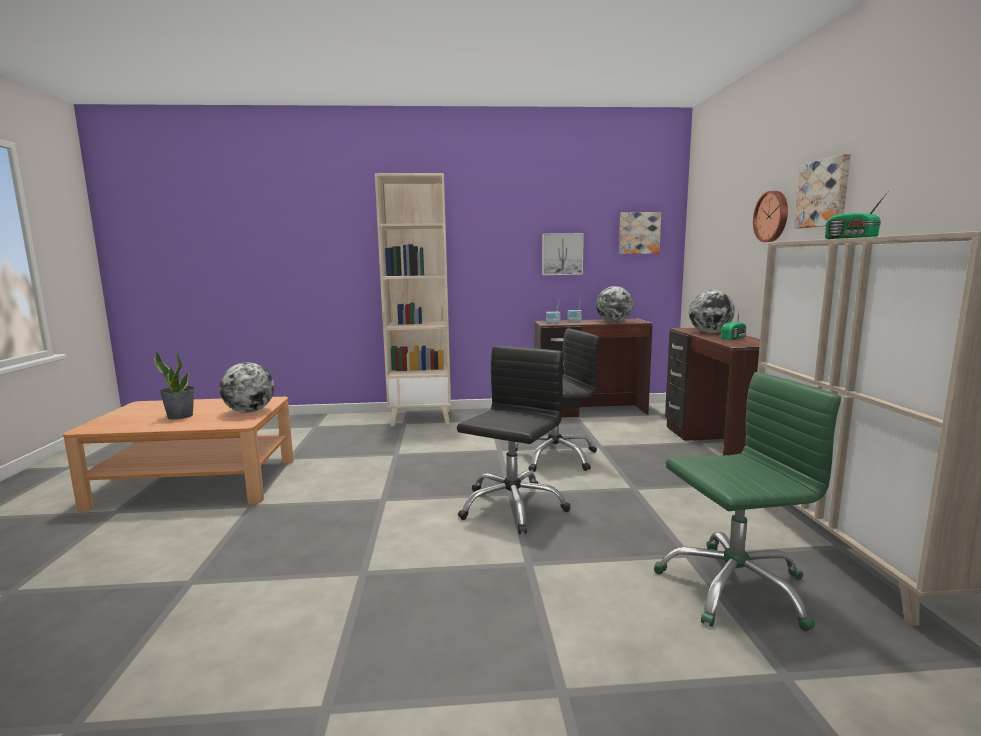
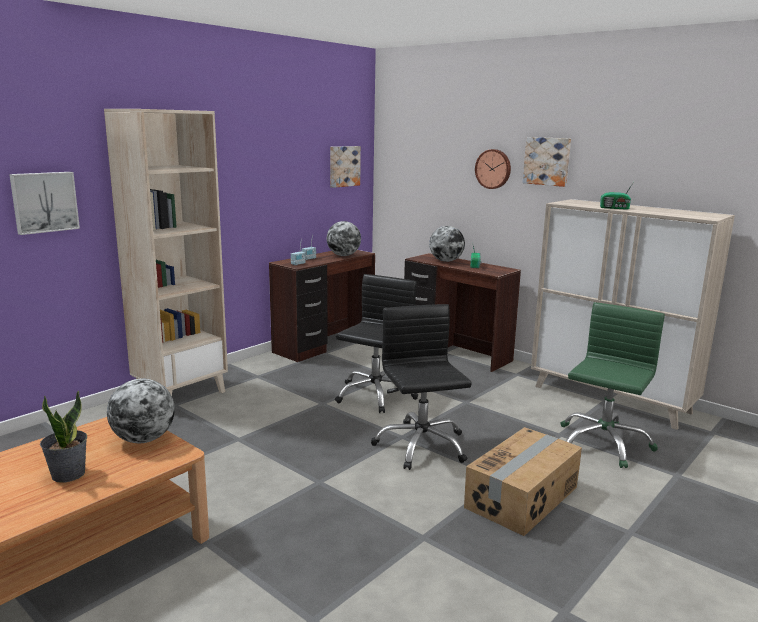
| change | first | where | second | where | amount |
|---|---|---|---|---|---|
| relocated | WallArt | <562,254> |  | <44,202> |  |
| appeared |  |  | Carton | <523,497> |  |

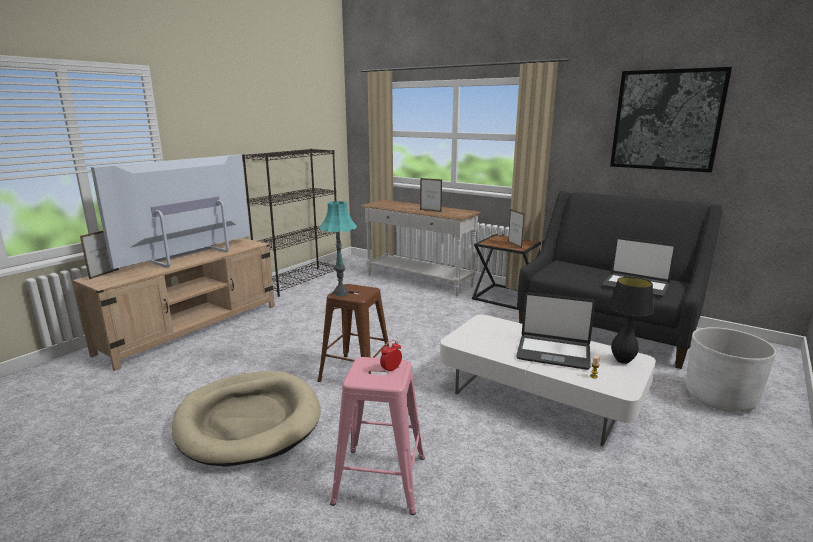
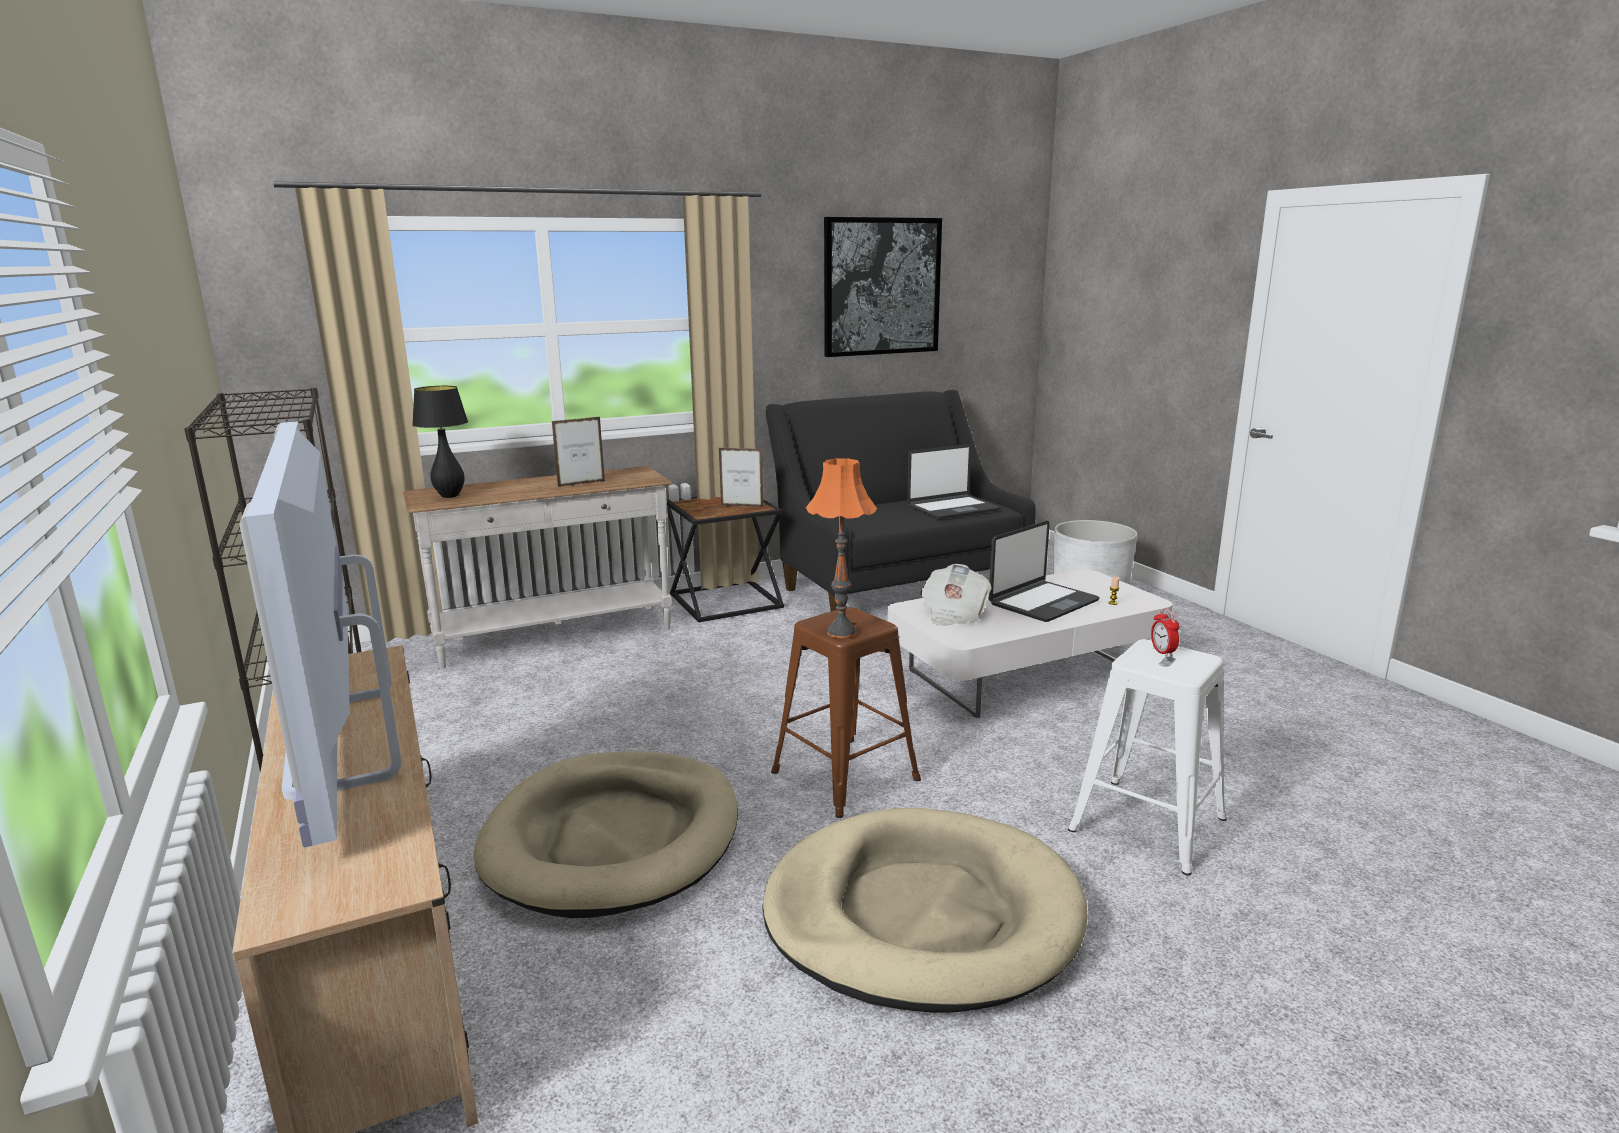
| change | first | where | second | where | amount |
|---|---|---|---|---|---|
| relocated | BlackishLampForATable | <622,361> |  | <450,496> |  |
| appeared |  |  | BeigeDogCushion | <614,838> |  |
| colour | BlueGreenLampForATable | <340,293> | OrangeyLampForATable | <840,632> |  |
| appeared |  |  | DailyPaper | <953,614> |  |
| colour | PinkishStoolSeat | <381,478> | WhitishStoolSeat | <1146,822> |  |
| missing | StandingFrame | <104,274> |  |  |  |

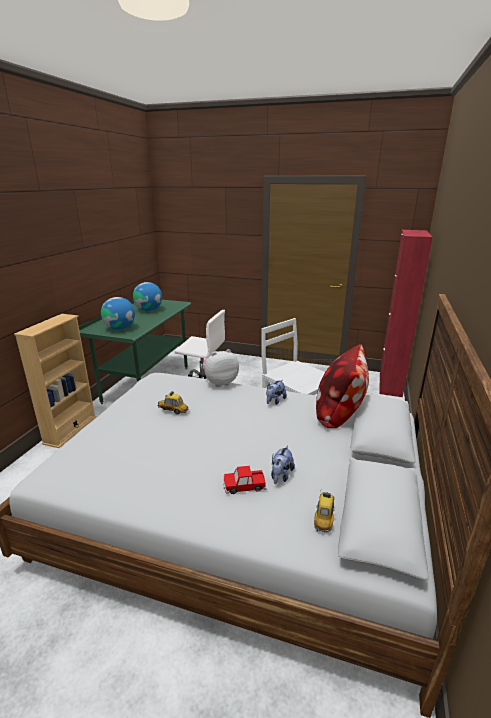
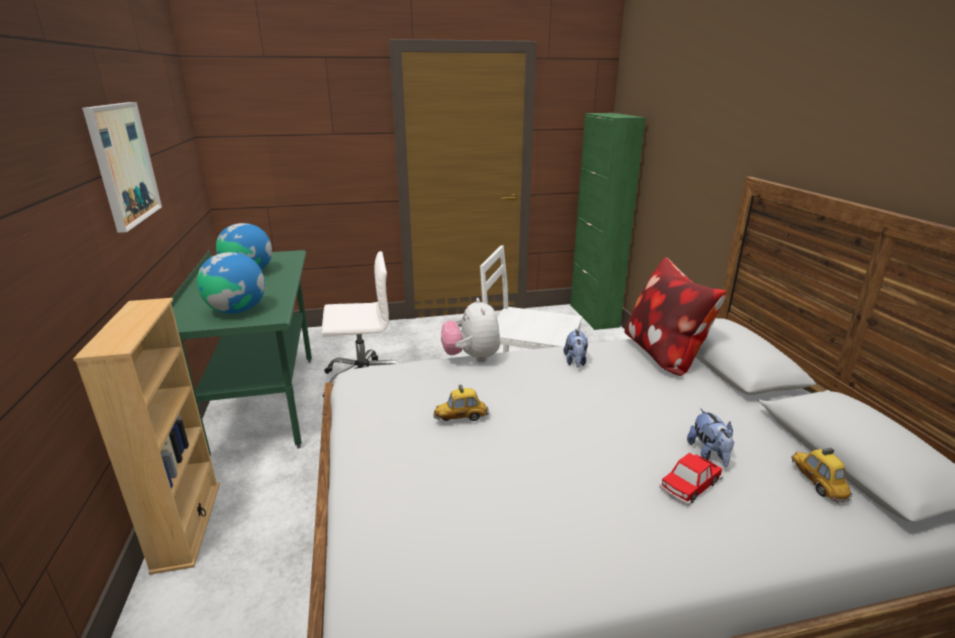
| change | first | where | second | where | amount |
|---|---|---|---|---|---|
| appeared |  |  | WallArt | <123,164> |  |
| spun | SoftToy | <220,382> |  | <471,358> | 45 degrees counterclockwise |
| colour | ReddishStorageCabinet | <390,384> | GreenColouredStorageCabinet | <593,316> |  |

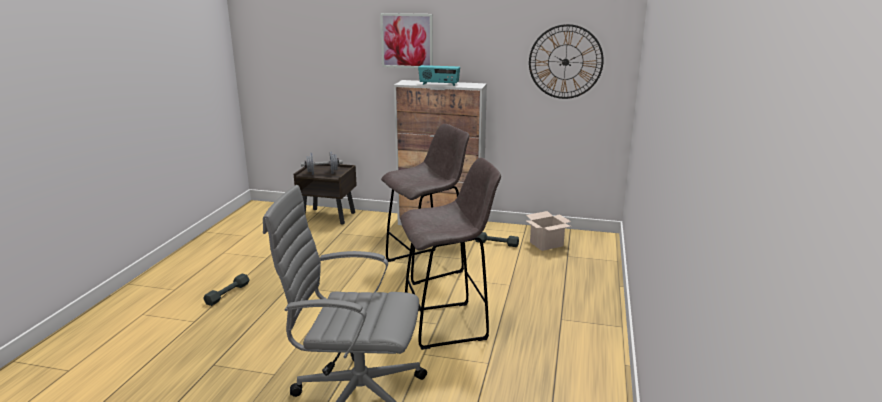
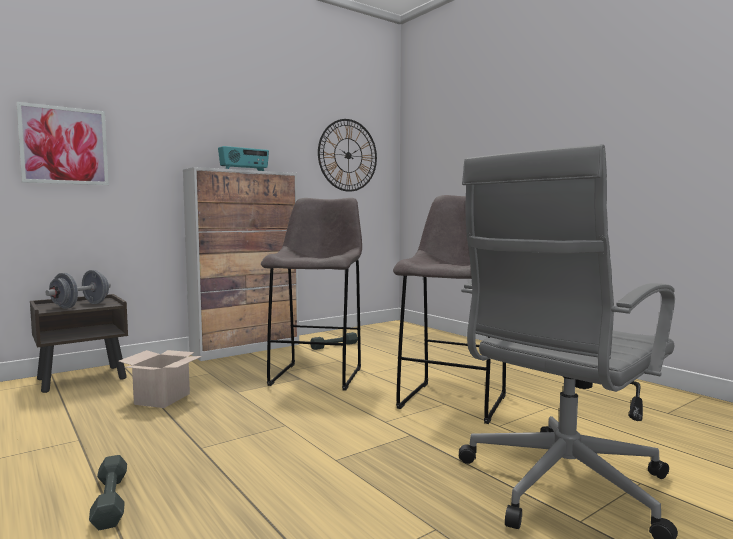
| change | first | where | second | where | amount |
|---|---|---|---|---|---|
| relocated | WallArt | <407,41> |  | <64,145> |  |
| relocated | Carton | <546,244> |  | <162,399> |  |

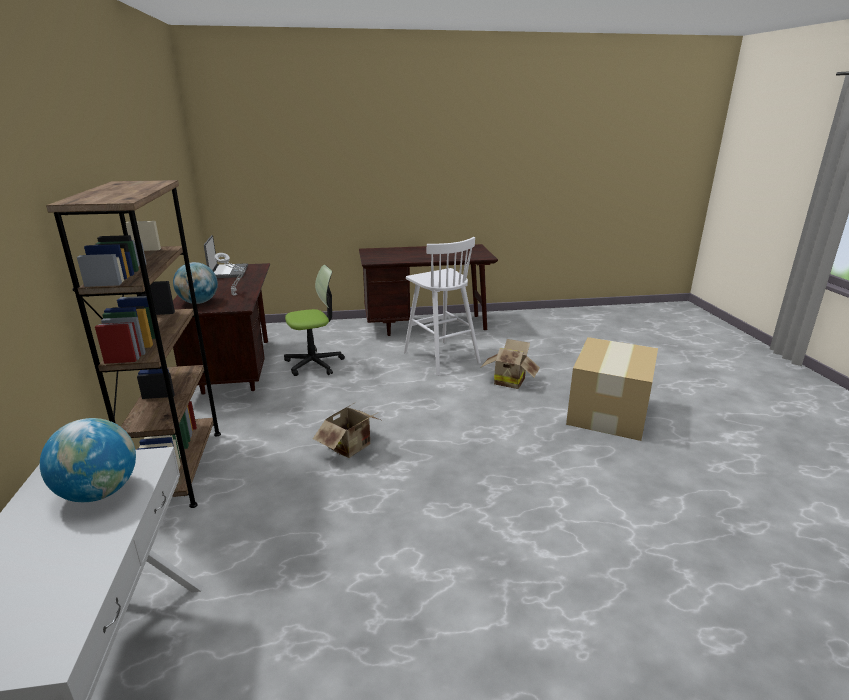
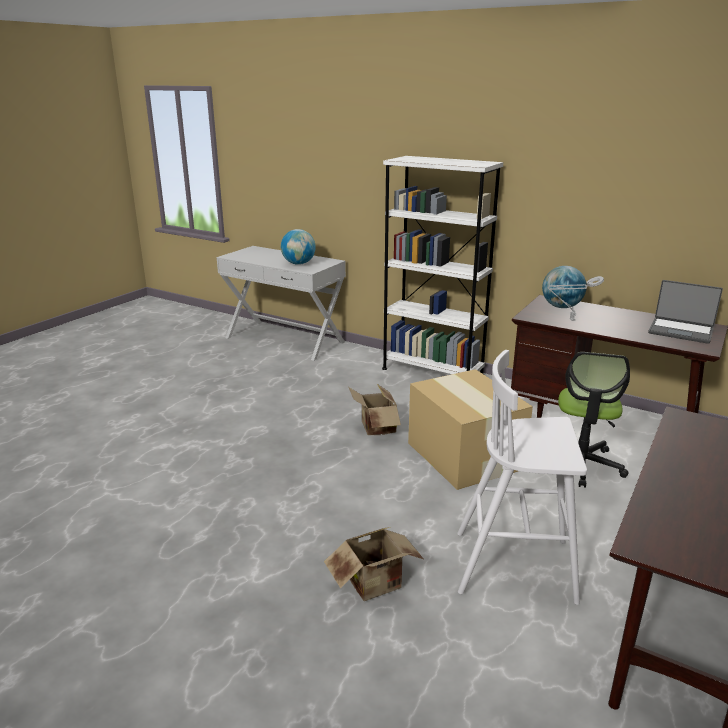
| change | first | where | second | where | amount |
|---|---|---|---|---|---|
| colour | BrownBookcase | <181,468> | WhitishBookcase | <432,372> |  |
| relocated | Carton | <607,413> |  | <464,454> |  |

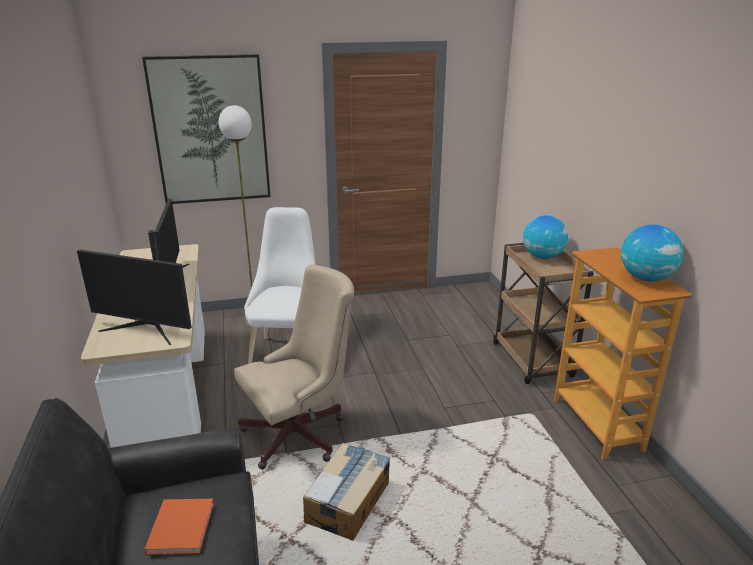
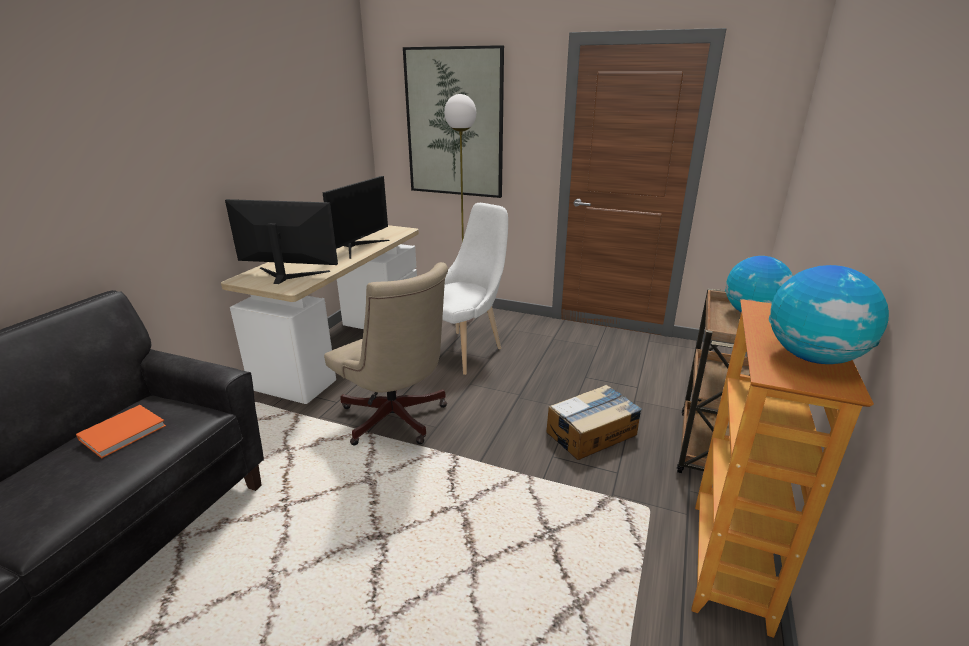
| change | first | where | second | where | amount |
|---|---|---|---|---|---|
| spun | ComputerDisplay | <145,329> |  | <287,275> | 135 degrees clockwise |
| spun | BeigeOfficeChair | <301,433> |  | <396,421> | 45 degrees clockwise |
| relocated | Carton | <348,502> |  | <592,433> |  |

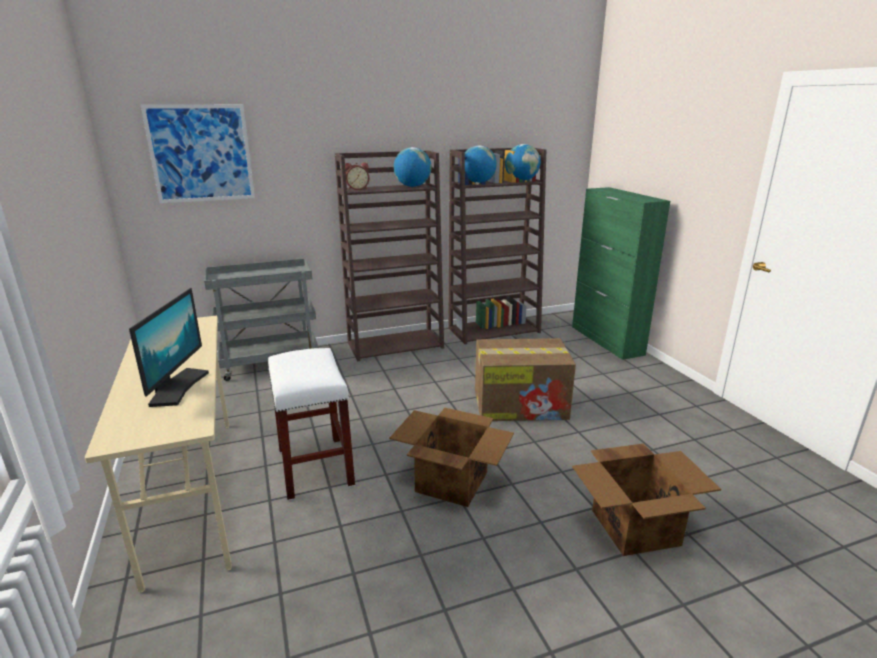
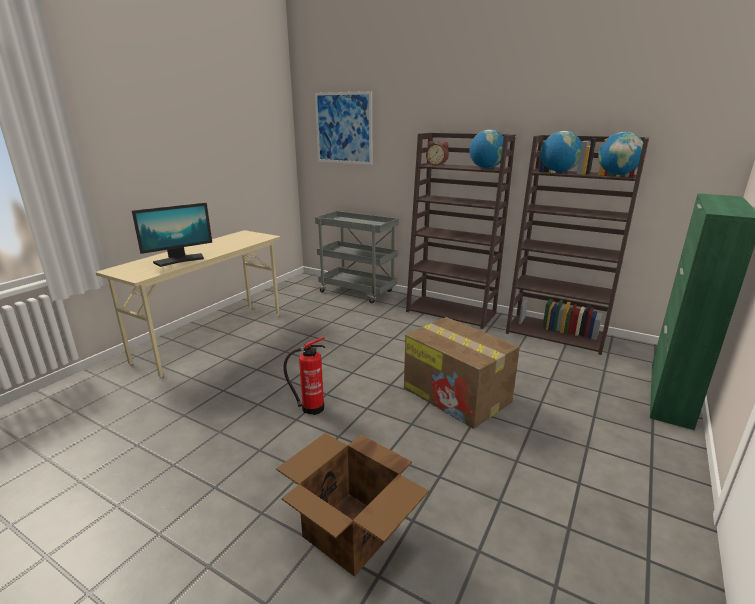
| change | first | where | second | where | amount |
|---|---|---|---|---|---|
| exchanged | Carton | <451,481> | FireFightingCylinder | <310,408> |  |
| missing | WhitishStoolSeat | <316,467> |  |  |  |

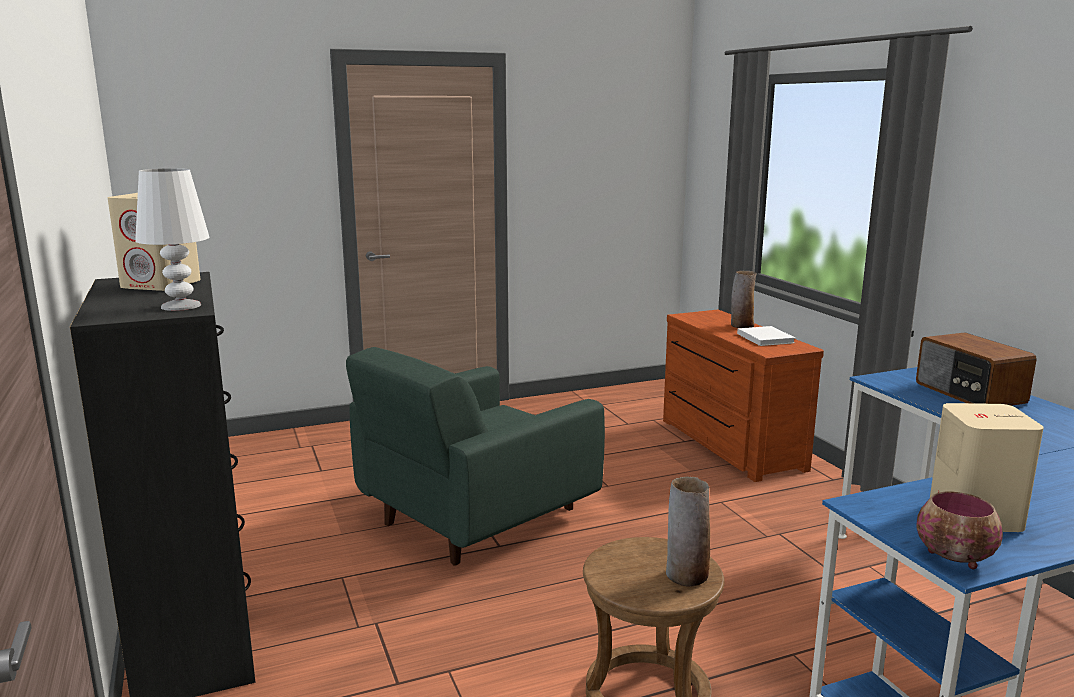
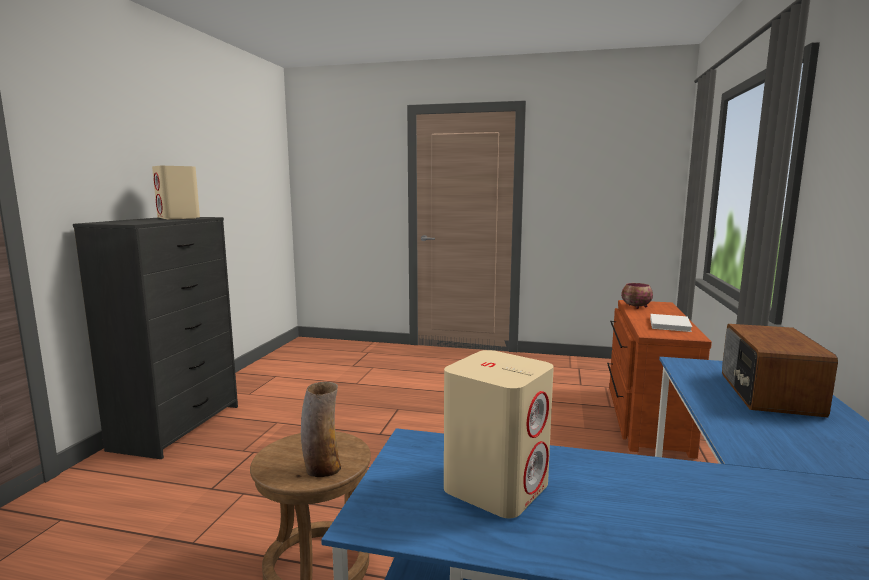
| change | first | where | second | where | amount |
|---|---|---|---|---|---|
| relocated | ServingBowl | <956,558> |  | <636,307> |  |
| missing | WhitishLampForATable | <180,306> |  |  |  |
| missing | GreenColouredEasyChair | <474,518> |  |  |  |
| missing | DecorativeVase | <741,326> |  |  |  |

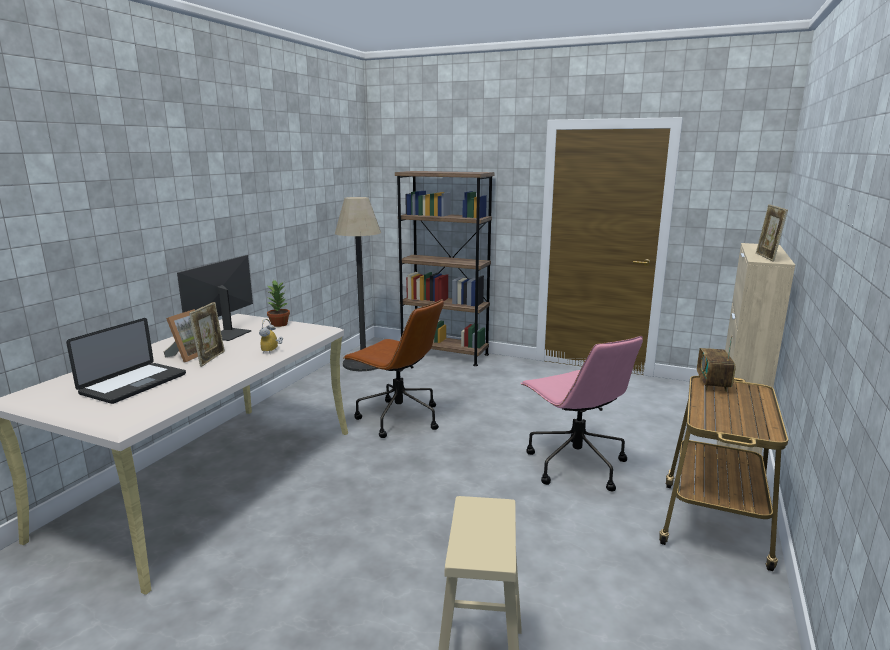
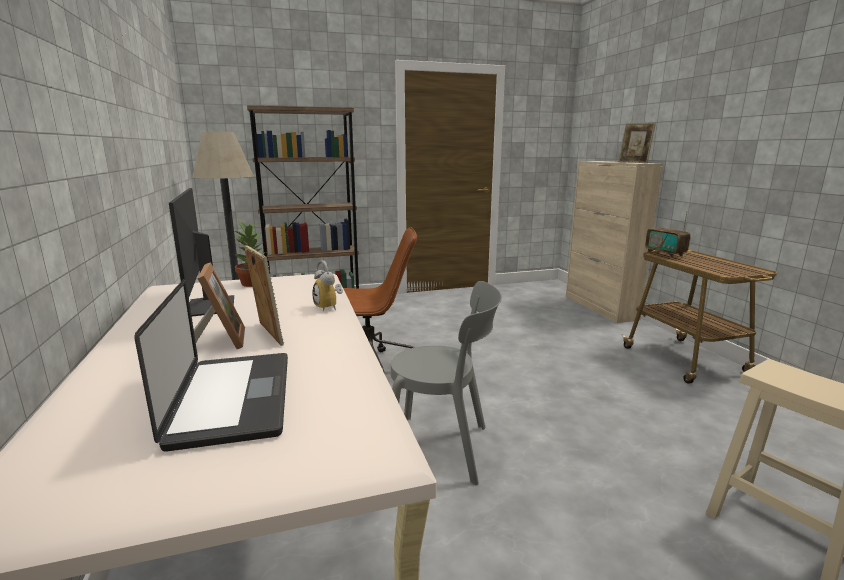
| change | first | where | second | where | amount |
|---|---|---|---|---|---|
| appeared |  |  | GreyishUprightChair | <443,448> |  |
| missing | PinkishOfficeChair | <574,464> |  |  |  |

